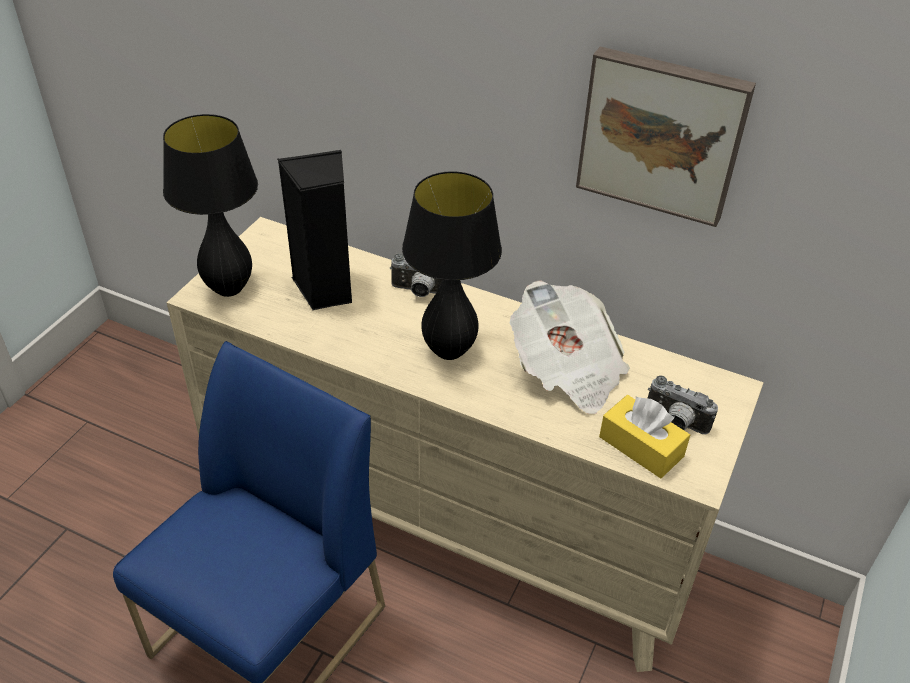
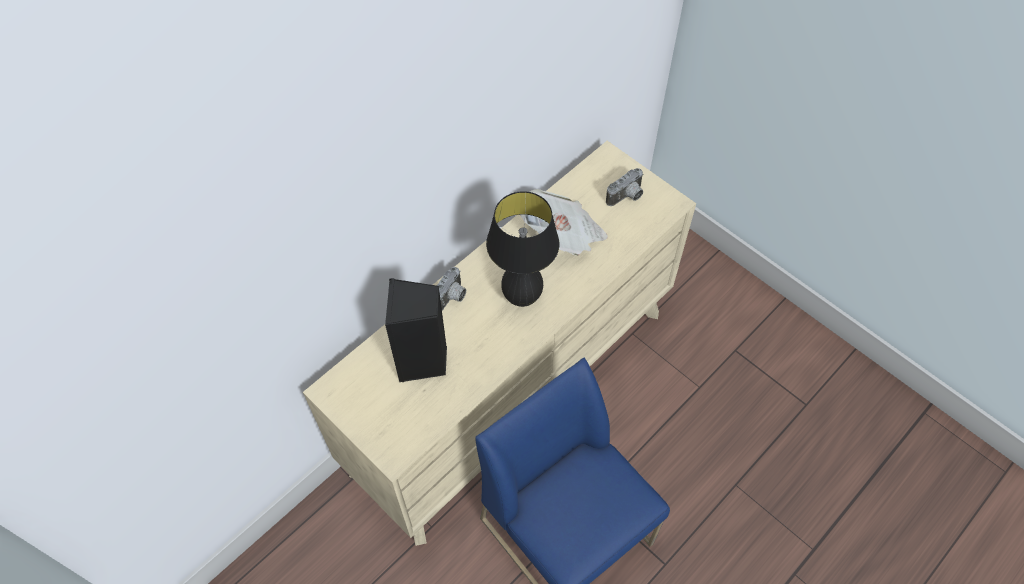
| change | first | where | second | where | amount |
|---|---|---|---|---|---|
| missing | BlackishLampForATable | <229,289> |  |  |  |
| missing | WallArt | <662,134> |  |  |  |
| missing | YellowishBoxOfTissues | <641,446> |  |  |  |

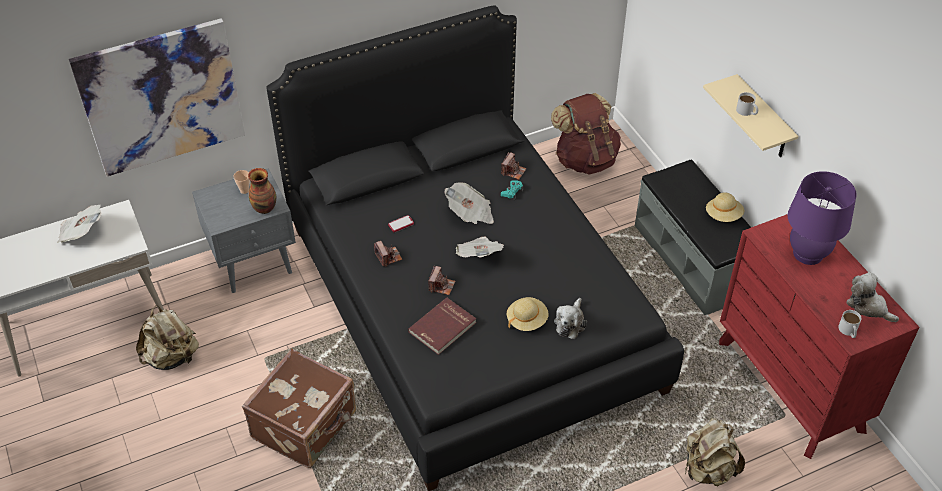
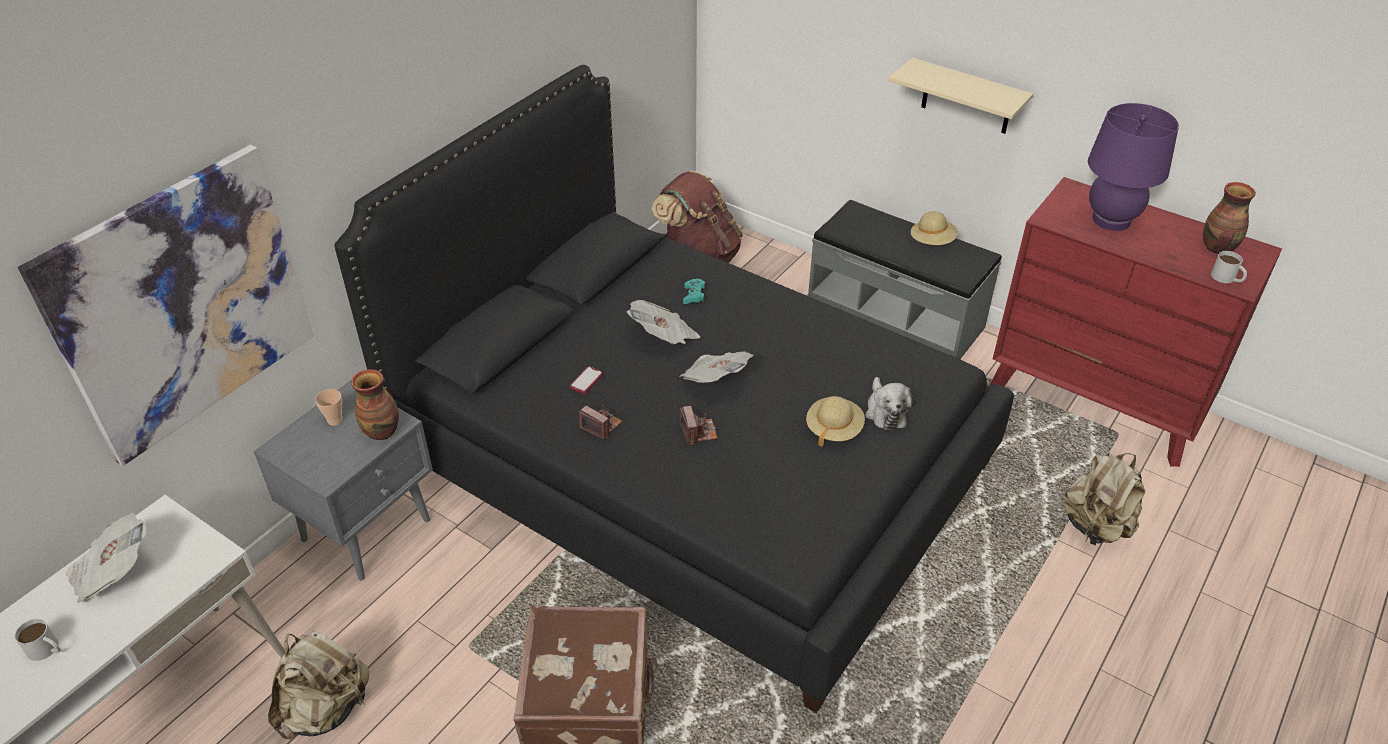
| change | first | where | second | where | amount |
|---|---|---|---|---|---|
| relocated | WhitishCoffeeMug | <747,112> |  | <47,650> |  |
| exchanged | SoftToy | <868,307> | DecorativeVase | <1218,248> |  |
| missing | ReddishBoundBook | <443,328> |  |  |  |
| missing | PhotoCamera | <513,171> |  |  |  |

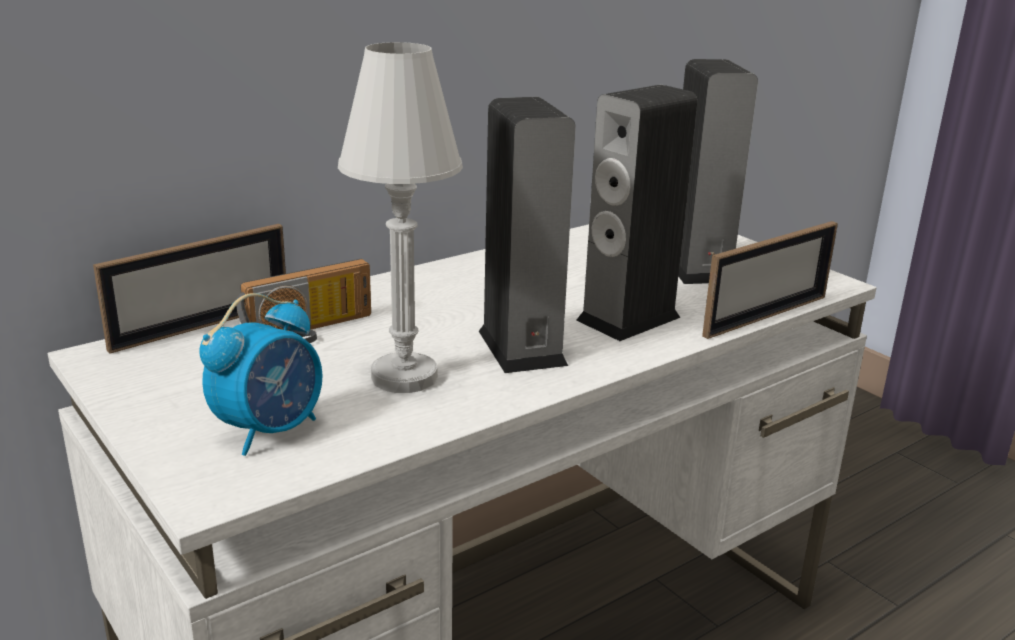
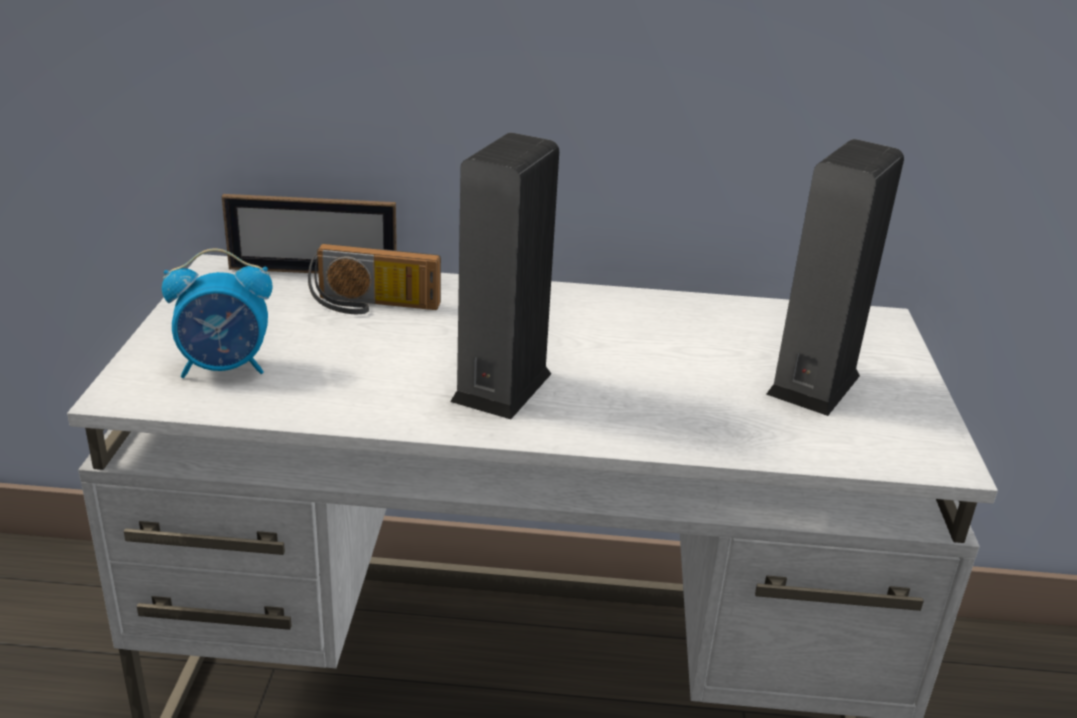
| change | first | where | second | where | amount |
|---|---|---|---|---|---|
| missing | WhitishLampForATable | <404,377> |  |  |  |
| missing | Loudspeaker | <628,319> |  |  |  |
| missing | StandingFrame | <766,316> |  |  |  |

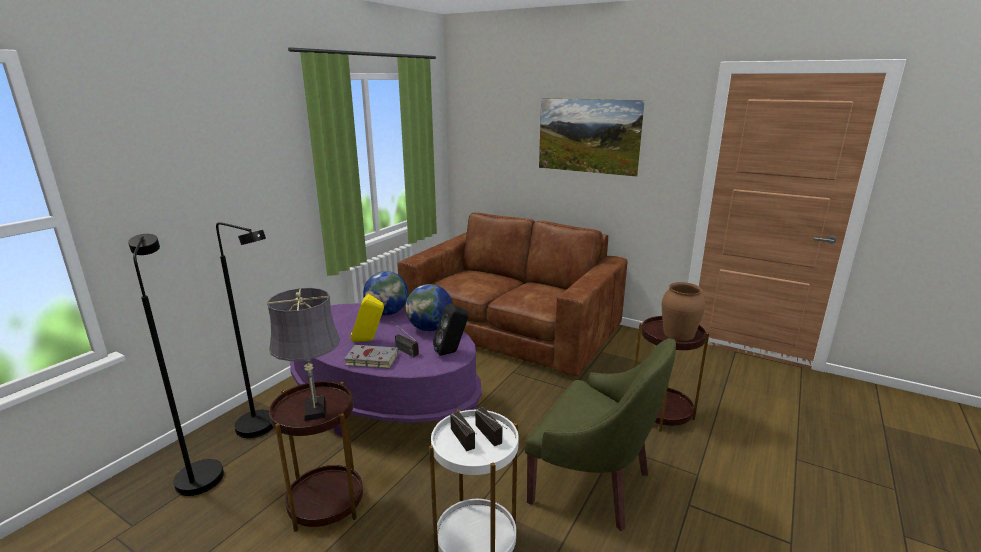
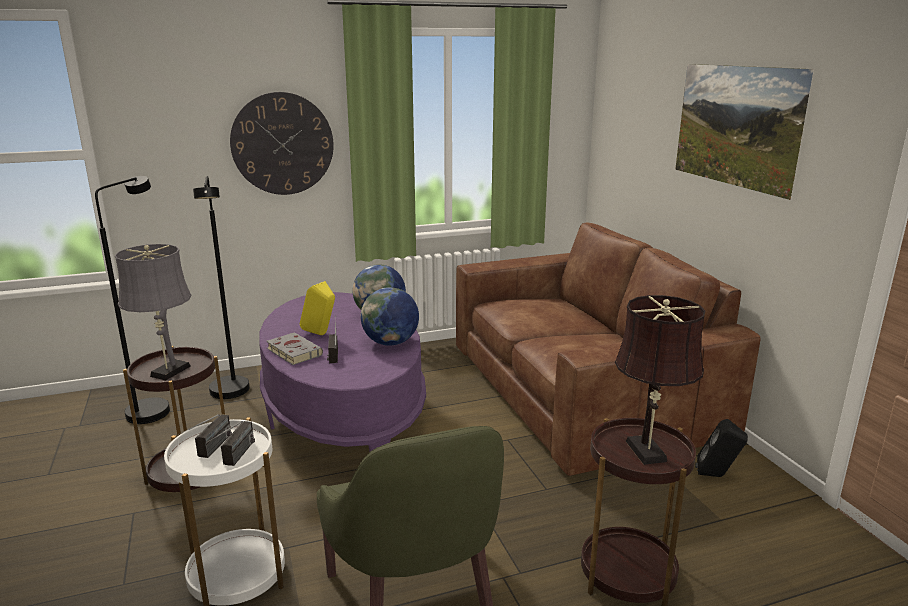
| change | first | where | second | where | amount |
|---|---|---|---|---|---|
| appeared |  |  | WallClock | <282,144> |  |
| exchanged | BrownDecorativeVase | <678,333> | BrownLampForATable | <647,454> |  |
| relocated | BlackishLoudspeaker | <452,352> |  | <717,476> |  |

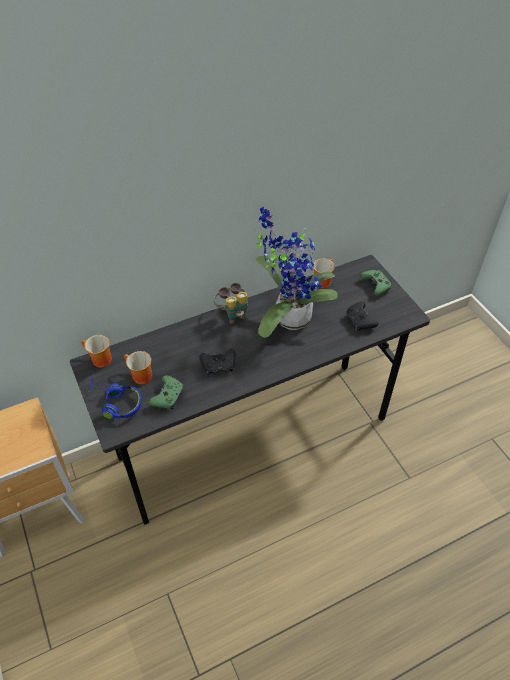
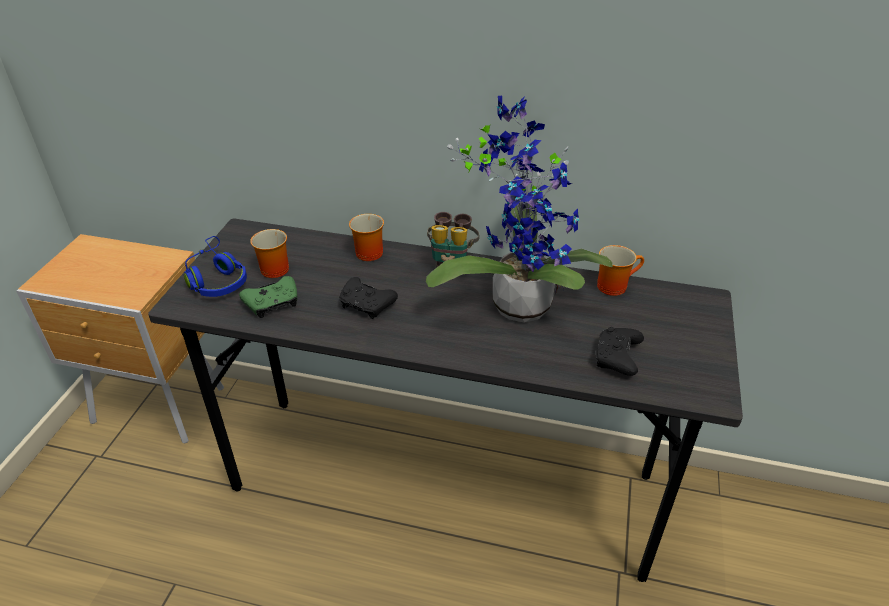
| change | first | where | second | where | amount |
|---|---|---|---|---|---|
| relocated | CoffeeMug | <99,360> |  | <366,252> |  |
| missing | GreenColouredJoypad | <376,286> |  |  |  |

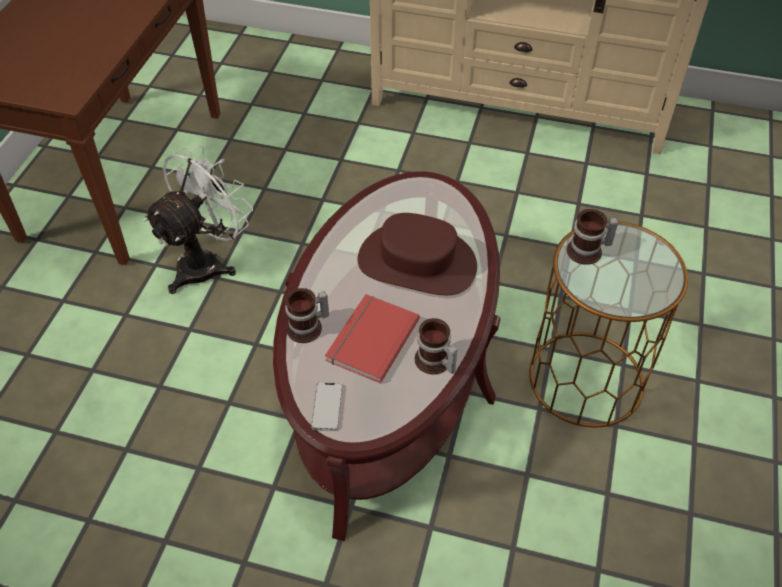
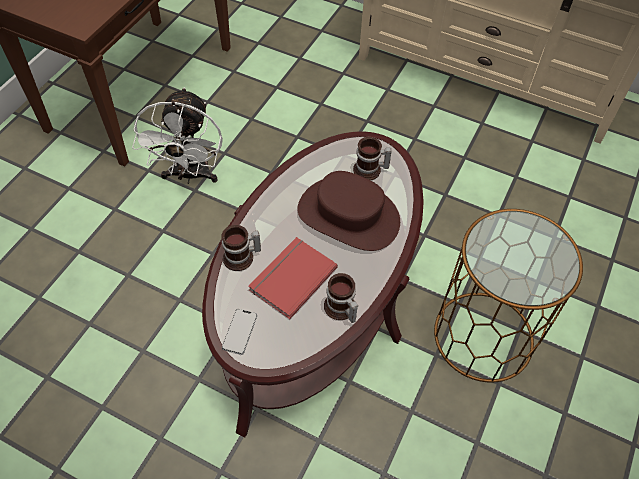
| change | first | where | second | where | amount |
|---|---|---|---|---|---|
| spun | WhitishCoolingFan | <207,262> |  | <190,175> | 135 degrees clockwise |
| relocated | CoffeeMug | <588,252> |  | <370,171> |  |

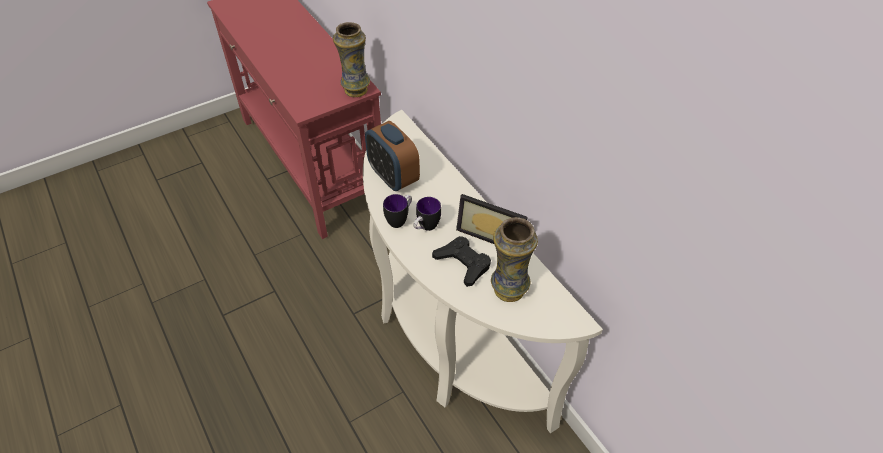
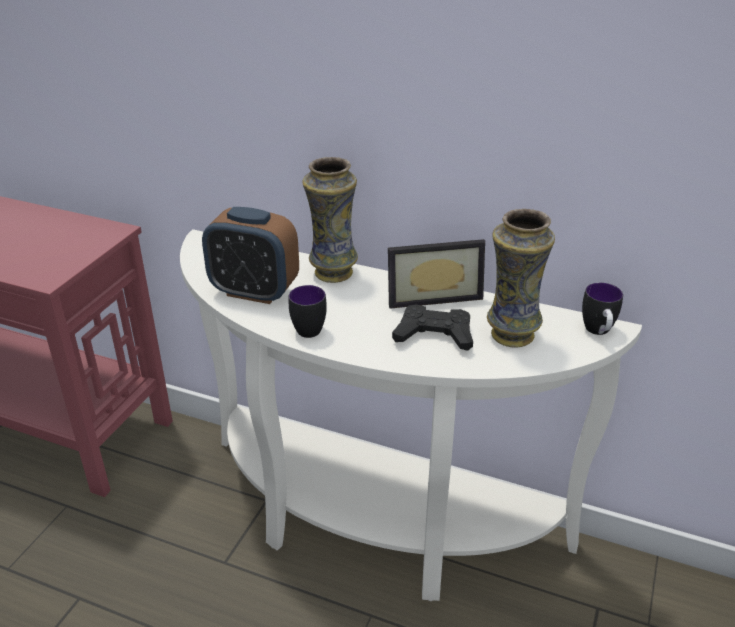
| change | first | where | second | where | amount |
|---|---|---|---|---|---|
| relocated | DecorativeVase | <355,90> |  | <332,273> |  |
| relocated | CoffeeMug | <425,228> |  | <598,332> |  |

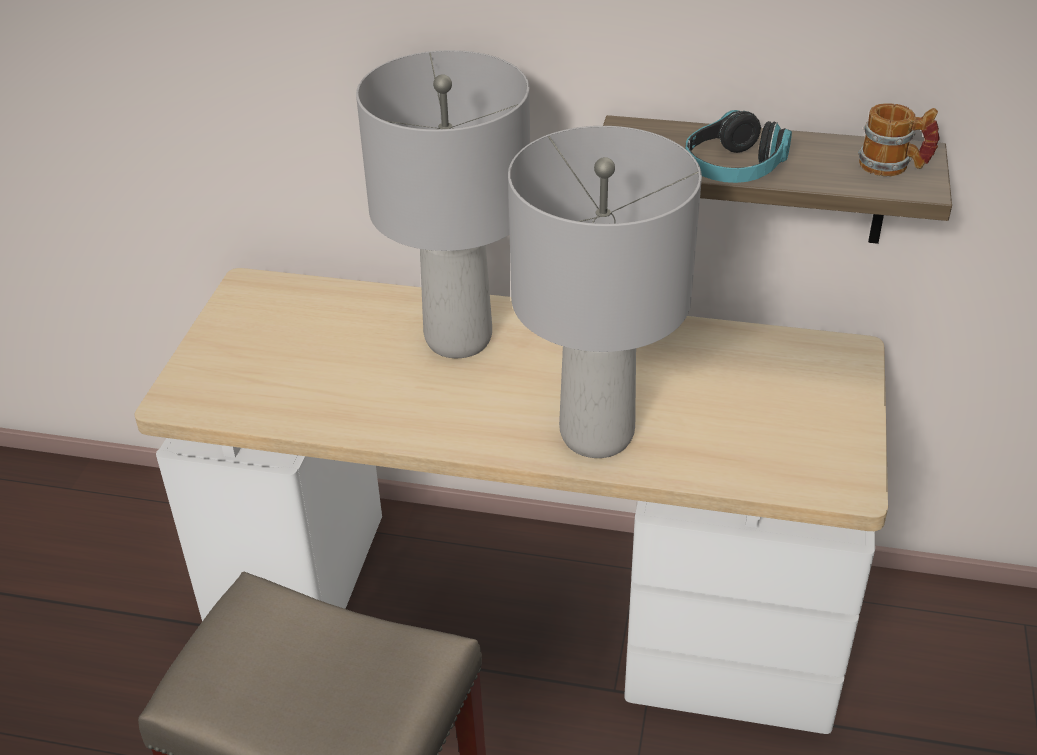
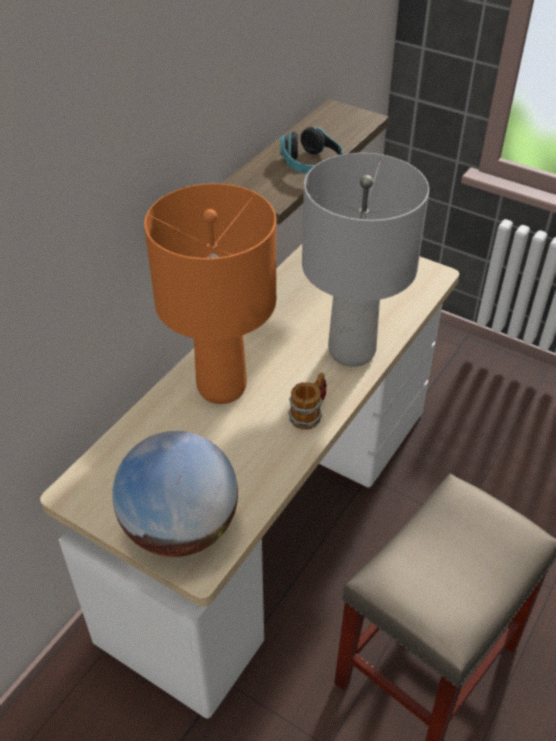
| change | first | where | second | where | amount |
|---|---|---|---|---|---|
| appeared |  |  | Globe | <181,528> |  |
| colour | GreyishLampForATable | <459,338> | OrangeyLampForATable | <221,386> |  |
| relocated | CoffeeMug | <894,166> |  | <309,414> |  |

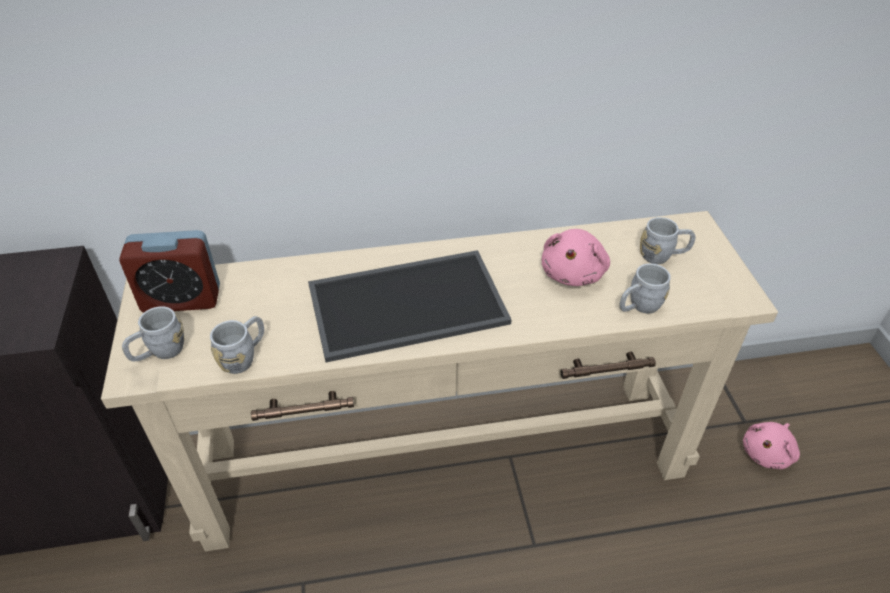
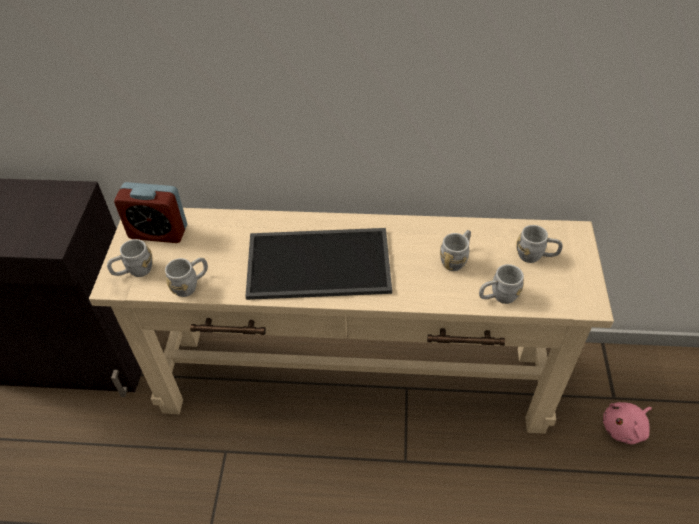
| change | first | where | second | where | amount |
|---|---|---|---|---|---|
| exchanged | PinkishSoftToy | <573,273> | GreyishCoffeeMug | <456,259> |  |

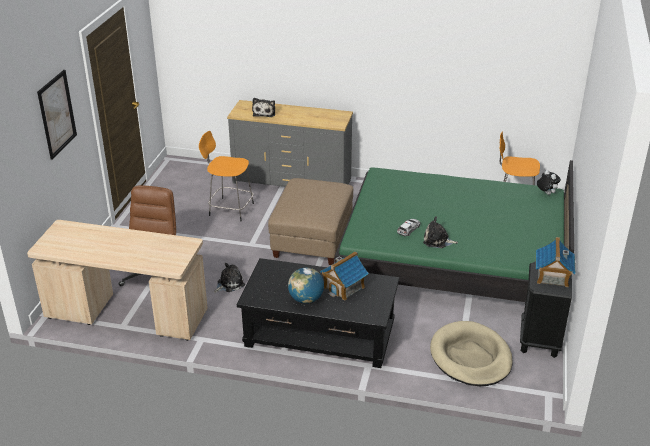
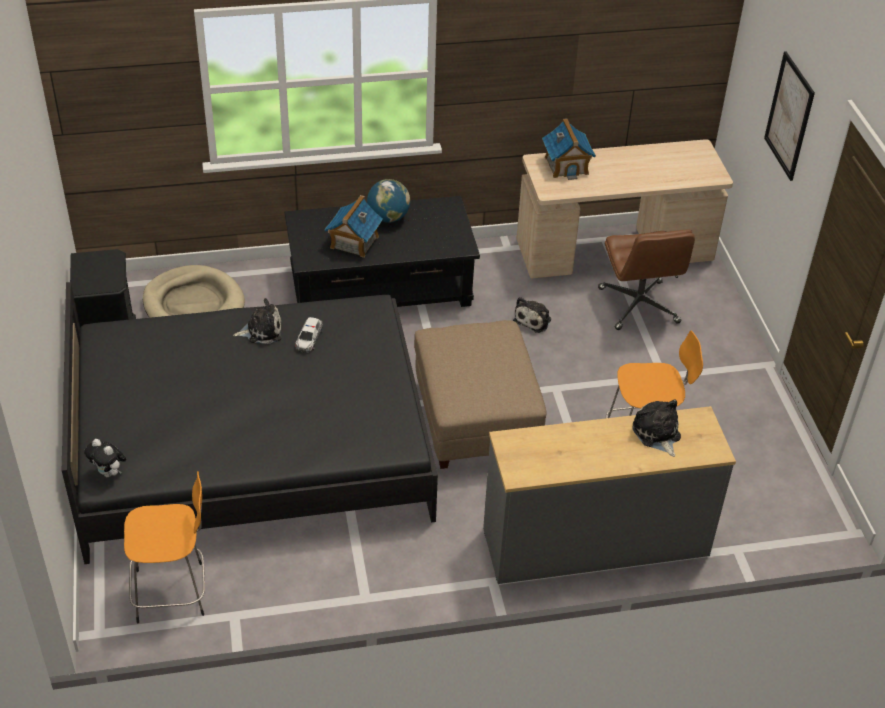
| change | first | where | second | where | amount |
|---|---|---|---|---|---|
| colour | GreenColouredSleepingBed | <453,259> | BlackishSleepingBed | <252,446> |  |
| relocated | ToyHouse | <552,276> |  | <566,165> |  |

